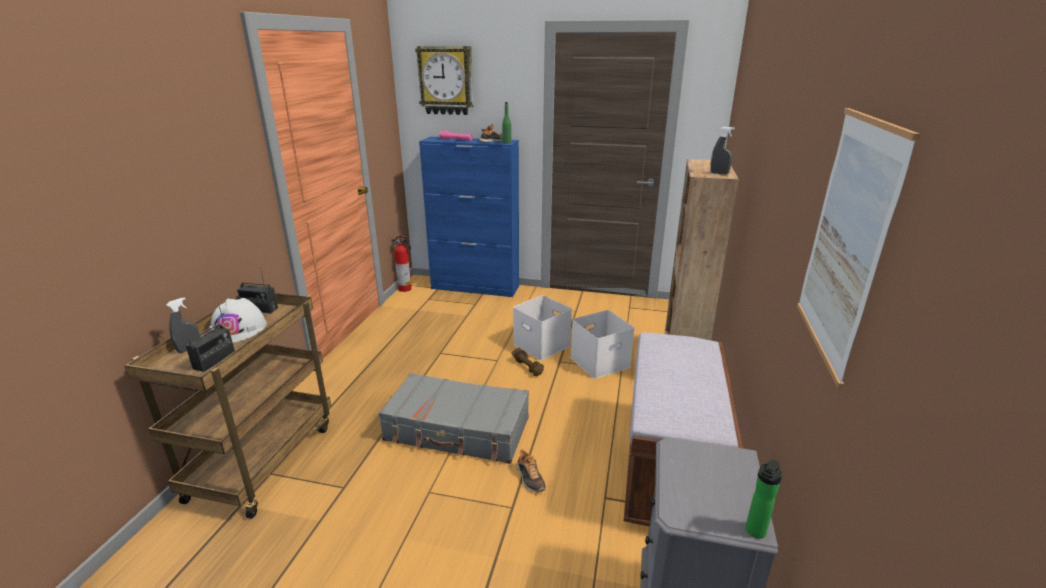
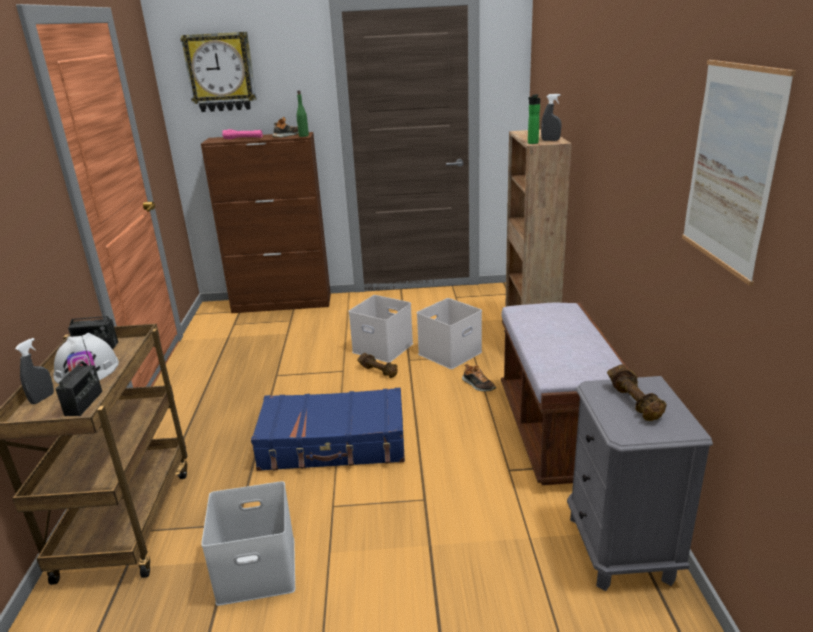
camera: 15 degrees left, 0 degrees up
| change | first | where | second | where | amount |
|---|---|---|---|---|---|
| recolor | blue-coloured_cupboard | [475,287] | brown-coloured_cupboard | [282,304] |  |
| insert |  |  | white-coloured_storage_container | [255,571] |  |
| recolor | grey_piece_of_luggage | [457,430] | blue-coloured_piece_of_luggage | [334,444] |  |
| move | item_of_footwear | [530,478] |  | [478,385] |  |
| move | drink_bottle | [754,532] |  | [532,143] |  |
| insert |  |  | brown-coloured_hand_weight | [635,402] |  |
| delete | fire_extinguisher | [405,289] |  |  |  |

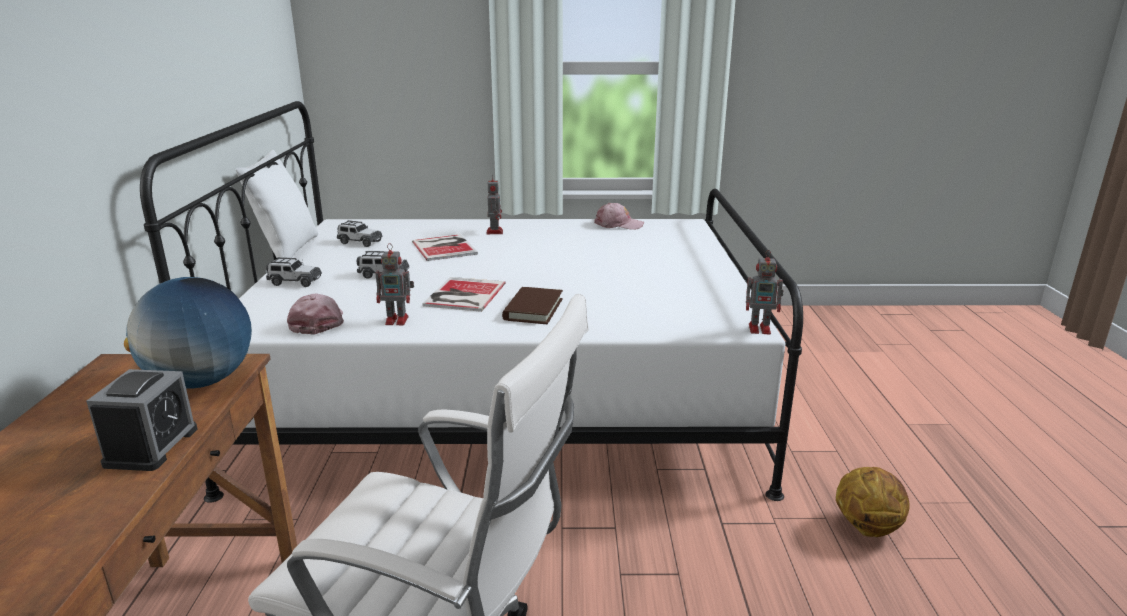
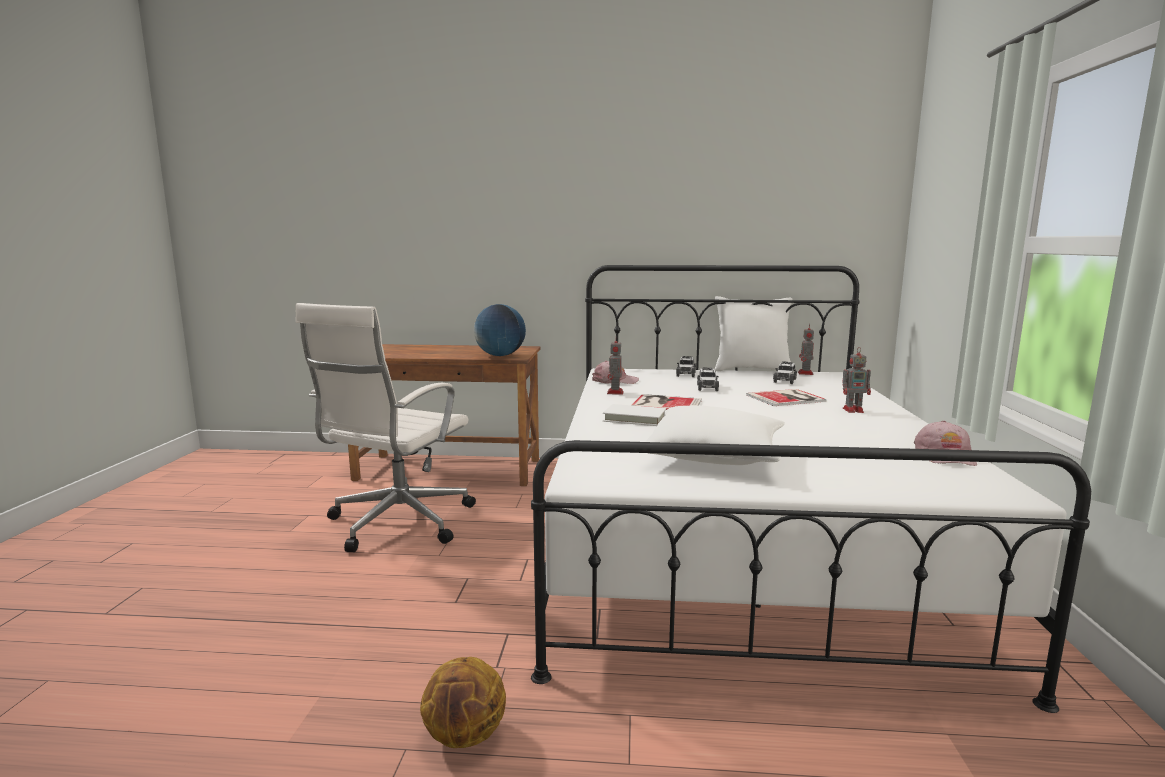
camera: 95 degrees right, 10 degrees down
| change | first | where | second | where | amount |
|---|---|---|---|---|---|
| recolor | brown-coloured_book | [533,309] | white-coloured_book | [634,418] |  |
| insert |  |  | white-coloured_cushion | [714,456] |  |
| move | robot_figure | [761,329] |  | [805,373] |  |
| delete | bedside_clock | [151,446] |  |  |  |

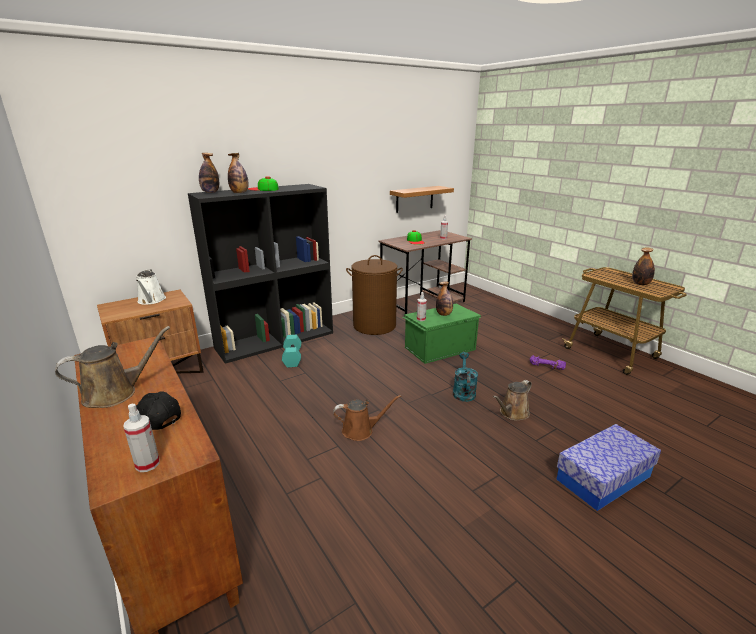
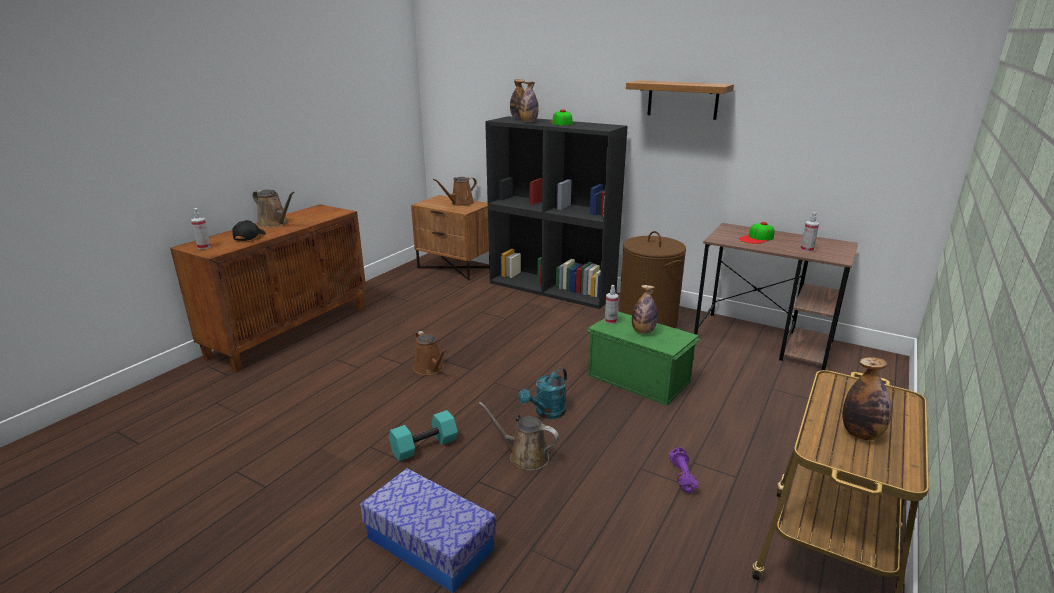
camera: 65 degrees right, 0 degrees up
| change | first | where | second | where | amount |
|---|---|---|---|---|---|
| move | turquoise_hand_weight | [292,357] |  | [424,445] |  |
| recolor | white-coloured_watering_can | [151,300] | brown-coloured_watering_can | [460,203] |  |
| rotate | turquoise_watering_can | [463,391] |  | [547,413] | 150 degrees clockwise |
| move | bracket_shelf | [414,199] |  | [682,99] |  |

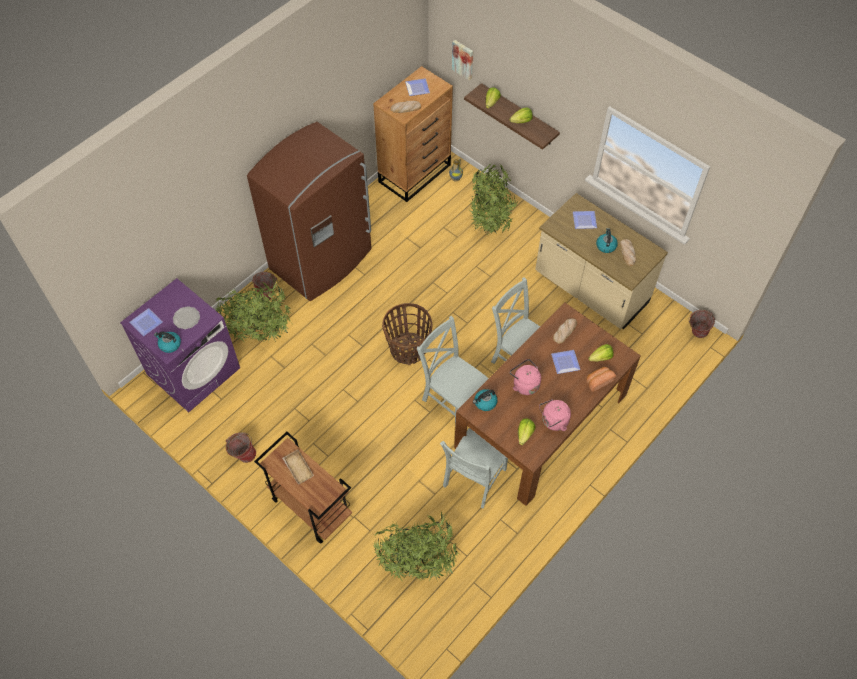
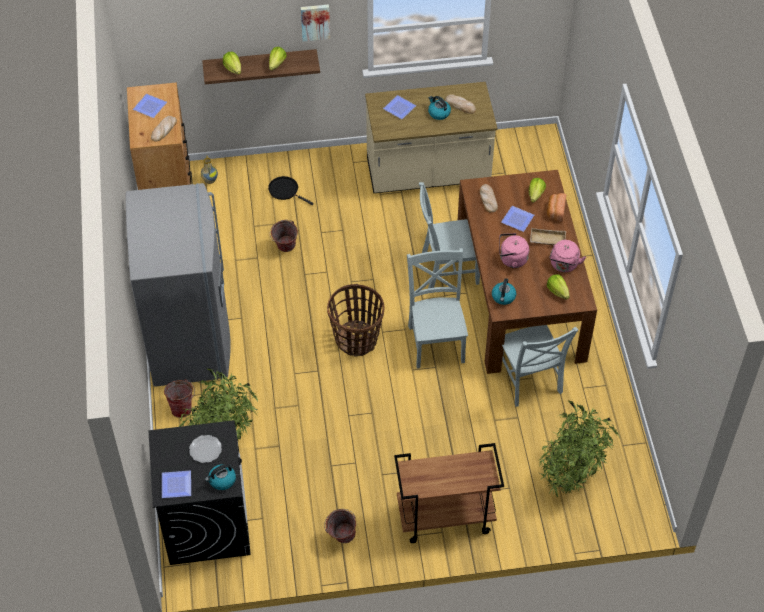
camera: 50 degrees left, 5 degrees down
| change | first | where | second | where | amount |
|---|---|---|---|---|---|
| recolor | brown-coloured_fridge | [322,260] | grey_fridge | [190,339] |  |
| recolor | purplish_laundry_machine | [194,371] | blackish_laundry_machine | [207,522] |  |
| replace | houseplant | [489,222] | blackish_pan | [285,190] |  |
| move | bucket | [696,333] |  | [284,248] |  |
| move | wall_art | [463,59] |  | [315,21] |  |
| rotate | grey_plain_chair | [452,397] |  | [436,341] | 90 degrees clockwise |
| move | beige_serving_tray | [297,468] |  | [547,240] |  |

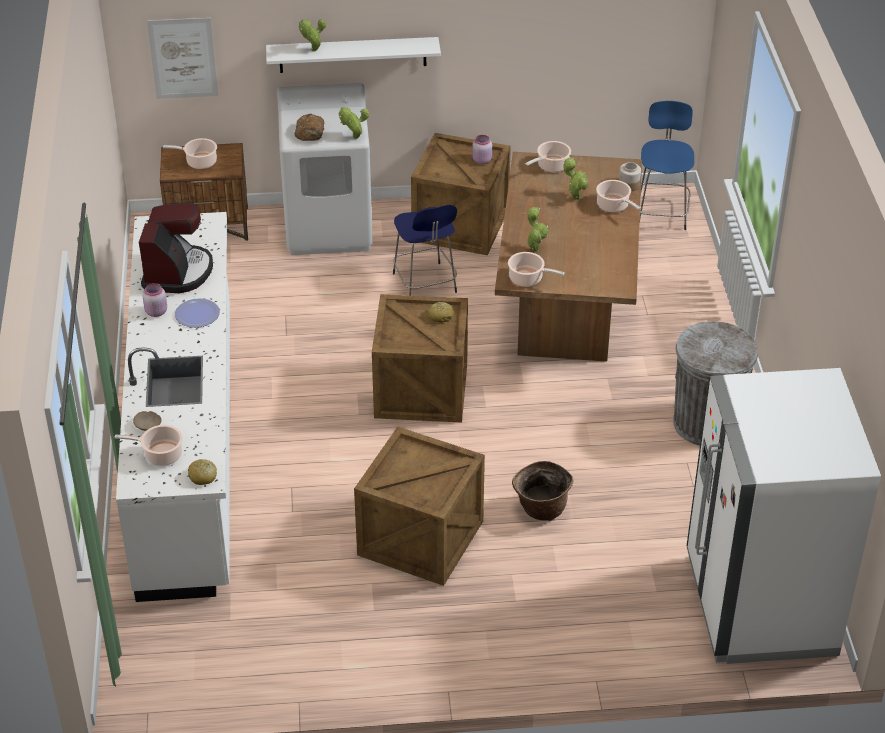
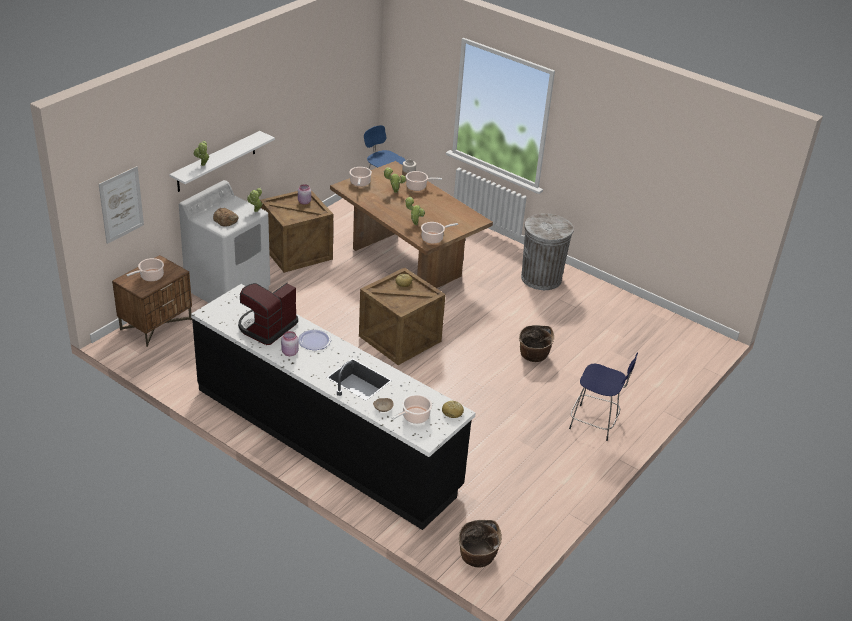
camera: 50 degrees left, 5 degrees down
| change | first | where | second | where | amount |
|---|---|---|---|---|---|
| recolor | white-coloured_kitchen_counter | [189,445] | blackish_kitchen_counter | [326,438] |  |
| rotate | coffee_machine | [177,272] |  | [266,327] | 105 degrees counterclockwise |
| insert |  |  | household_basket | [477,558] |  |
| move | blue-coloured_stool | [425,284] |  | [595,423] |  |
| delete | packing_crate | [422,537] |  |  |  |
| delete | white-coloured_fridge | [759,604] |  |  |  |

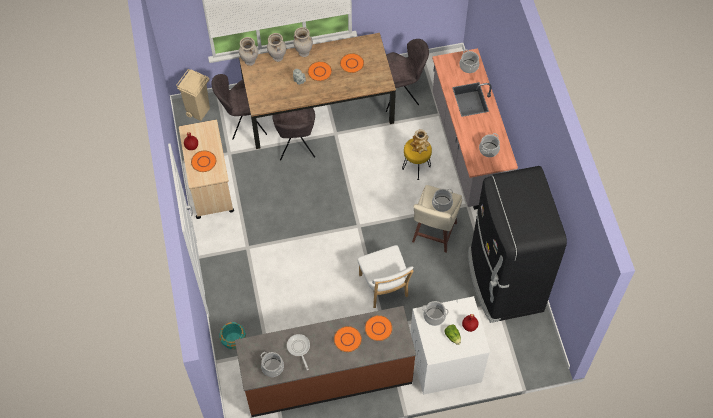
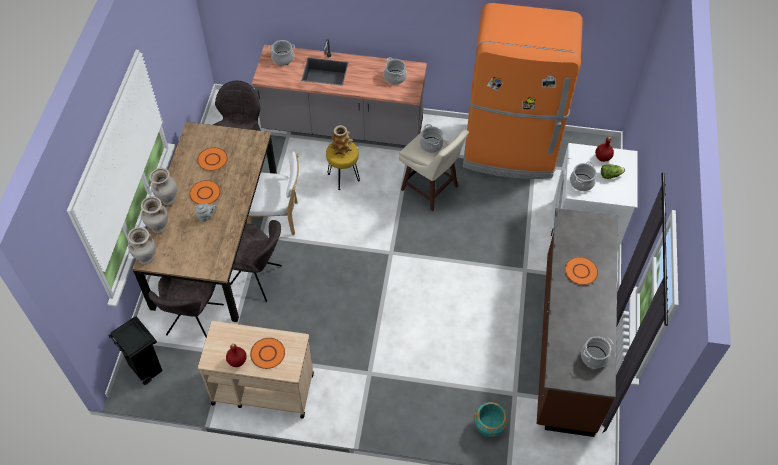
camera: 70 degrees left, 5 degrees down
| change | first | where | second | where | amount |
|---|---|---|---|---|---|
| recolor | beige_rubbish_bin | [199,111] | blackish_rubbish_bin | [147,369] |  |
| move | white-coloured_plain_chair | [384,288] |  | [276,218] |  |
| recolor | blackish_fridge | [504,281] | orangey_fridge | [510,151] |  |
| delete | pan | [299,348] |  |  |  |
| delete | orangey_plate | [378,328] |  |  |  |

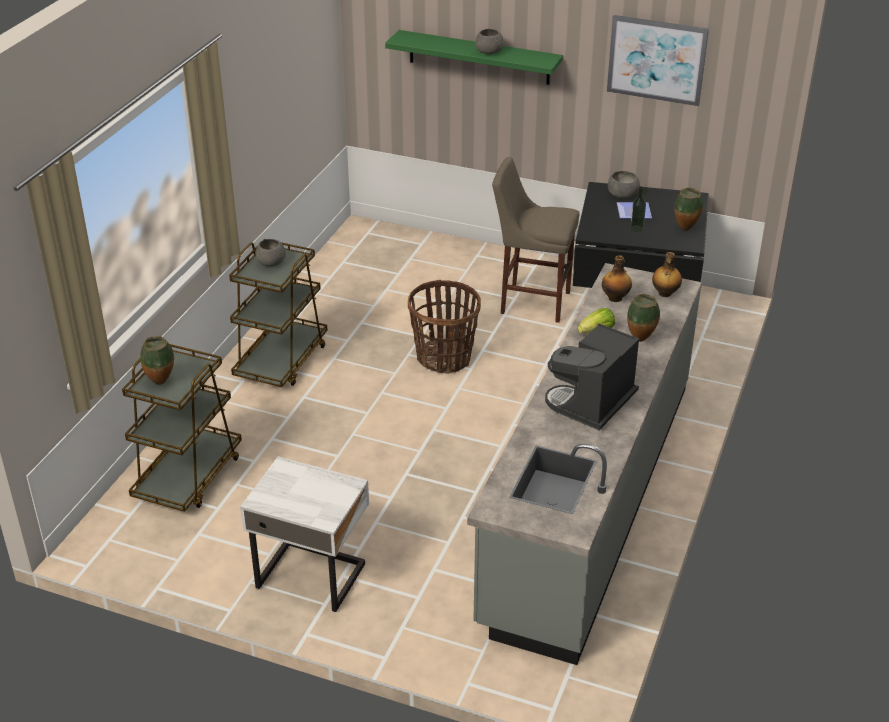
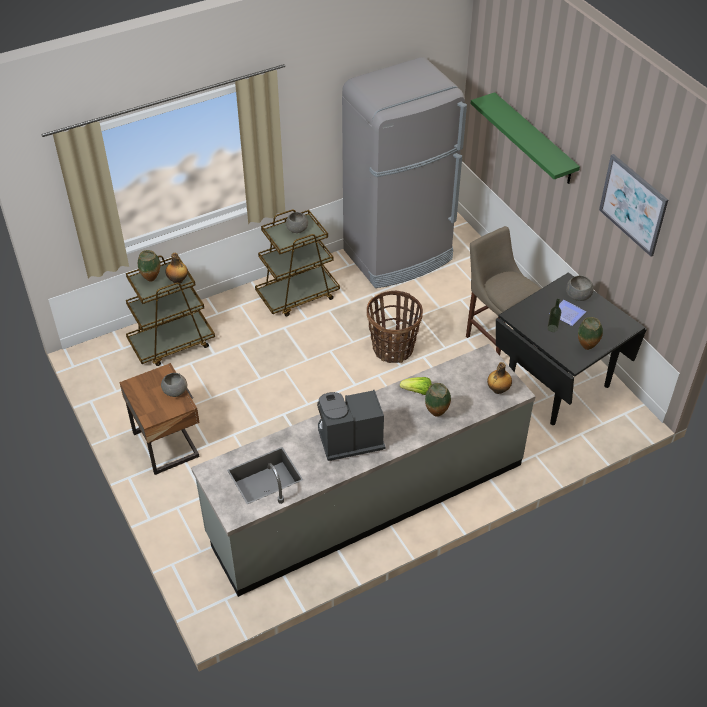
camera: 40 degrees right, 10 degrees up
| change | first | where | second | where | amount |
|---|---|---|---|---|---|
| recolor | white-coloured_nightstand | [311,574] | brown-coloured_nightstand | [168,444] |  |
| move | grey_serving_bowl | [488,52] |  | [174,391] |  |
| move | drink_bottle | [615,298] |  | [178,280] |  |
| insert |  |  | grey_fridge | [399,256] |  |

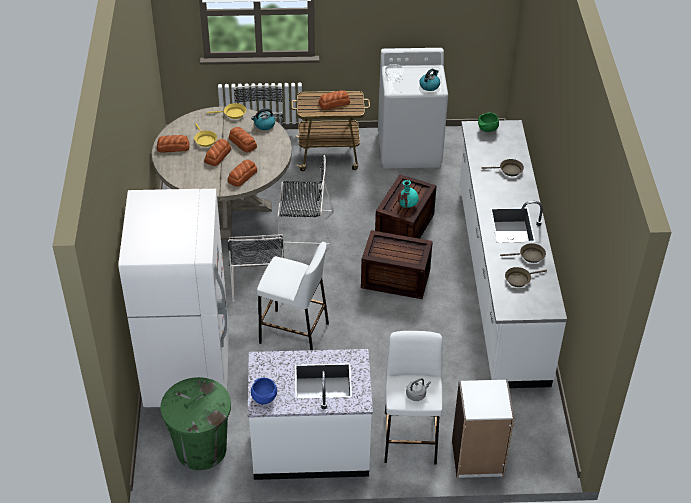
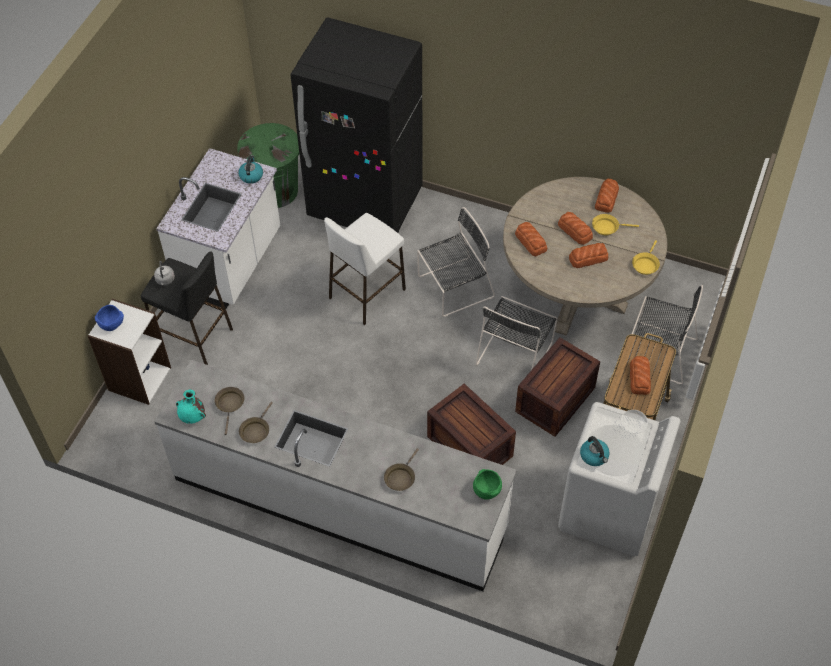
camera: 115 degrees right, 10 degrees up
| change | first | where | second | where | amount |
|---|---|---|---|---|---|
| move | blue-coloured_serving_bowl | [263,398] |  | [112,324] |  |
| recolor | white-coloured_stool | [410,437] | blackish_stool | [194,337] |  |
| move | turquoise_flower_vase | [407,205] |  | [193,417] |  |
| move | tea_kettle | [264,125] |  | [251,175] |  |
| recolor | white-coloured_fridge | [187,371] | blackish_fridge | [365,204] |  |
| rotate | blackish_plain_chair | [258,280] |  | [453,287] | 135 degrees clockwise |
| move | packing_crate | [396,279] |  | [554,400] |  |

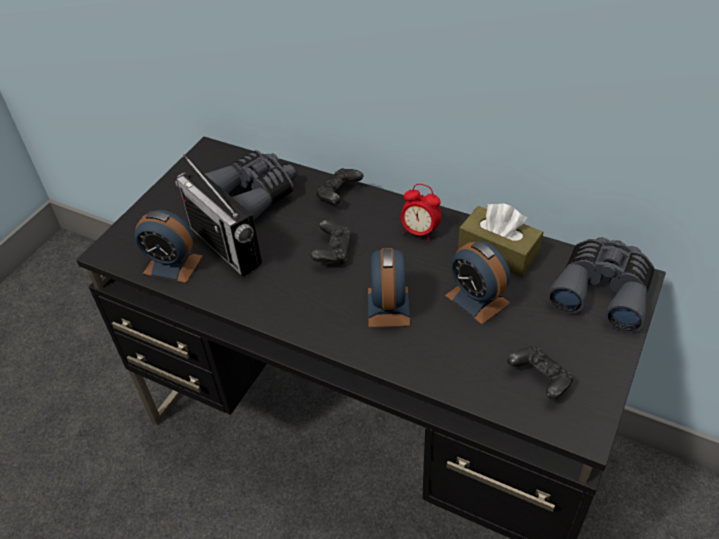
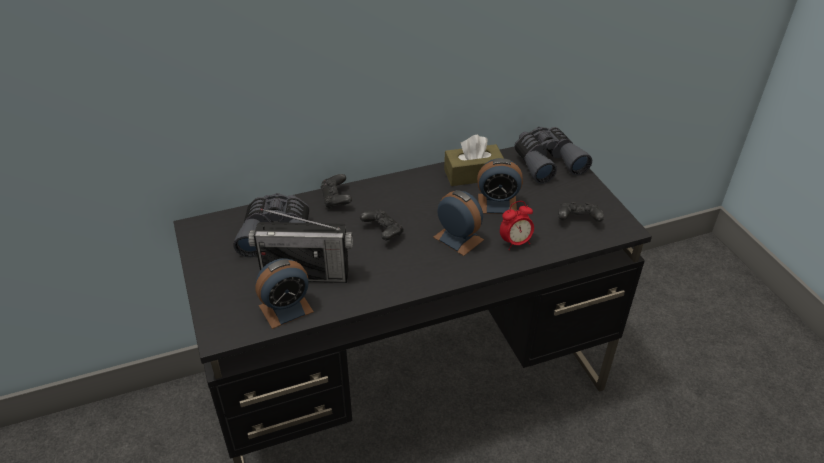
camera: 50 degrees left, 5 degrees down
| change | first | where | second | where | amount |
|---|---|---|---|---|---|
| move | bedside_clock | [419,232] |  | [515,242] |  |

